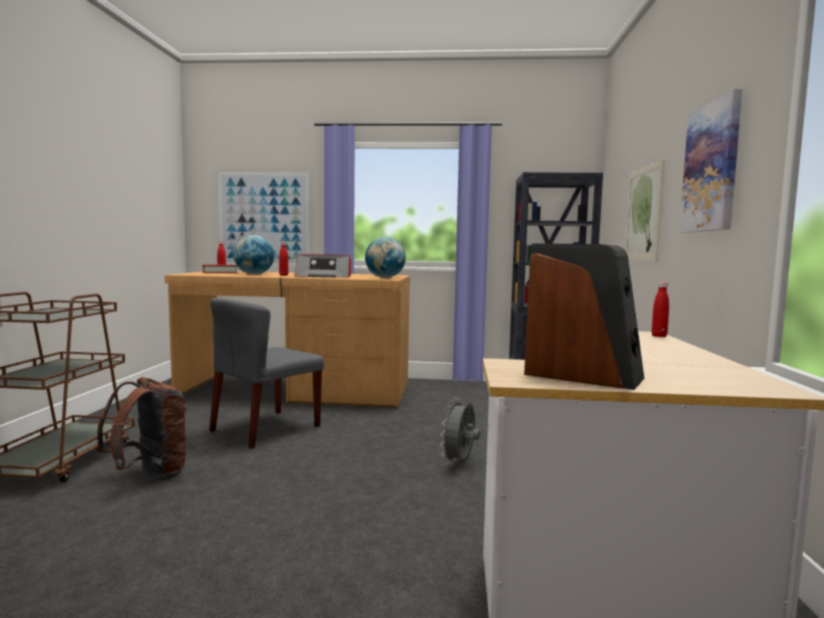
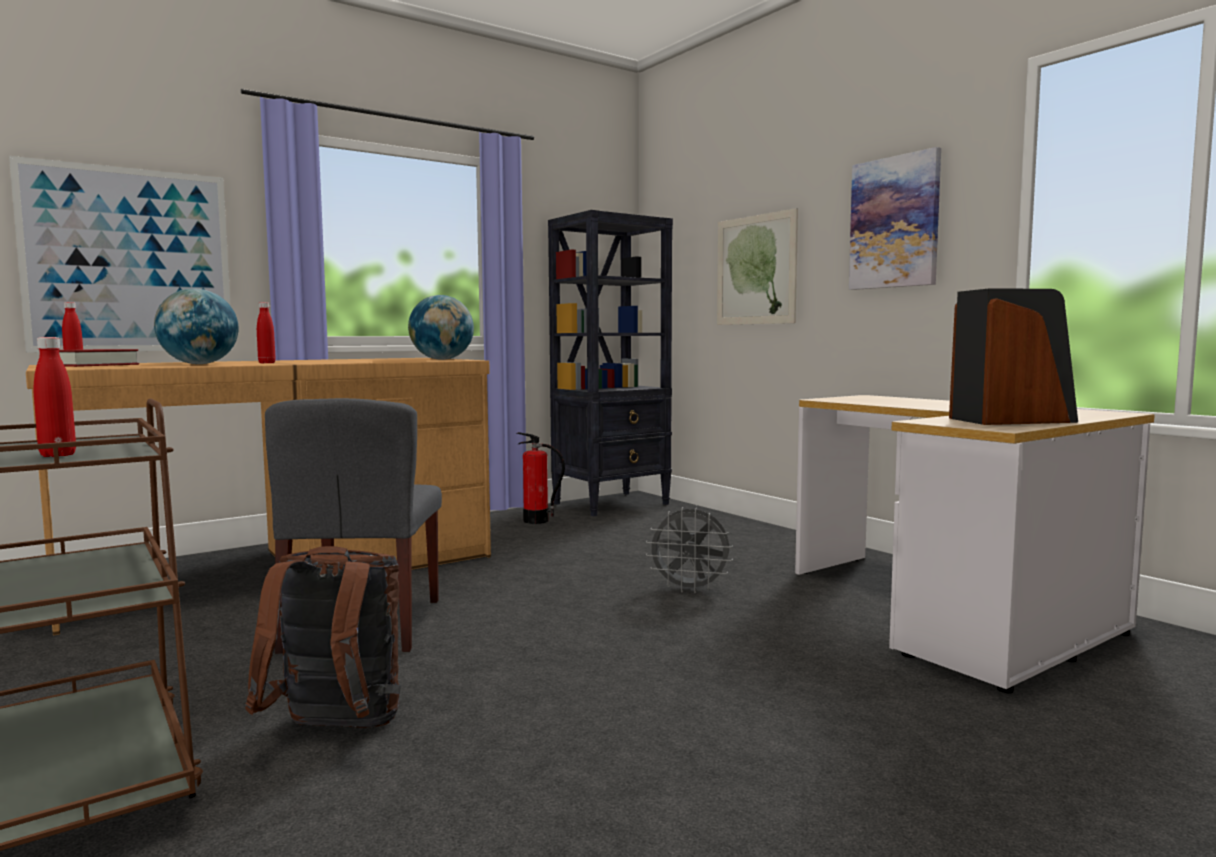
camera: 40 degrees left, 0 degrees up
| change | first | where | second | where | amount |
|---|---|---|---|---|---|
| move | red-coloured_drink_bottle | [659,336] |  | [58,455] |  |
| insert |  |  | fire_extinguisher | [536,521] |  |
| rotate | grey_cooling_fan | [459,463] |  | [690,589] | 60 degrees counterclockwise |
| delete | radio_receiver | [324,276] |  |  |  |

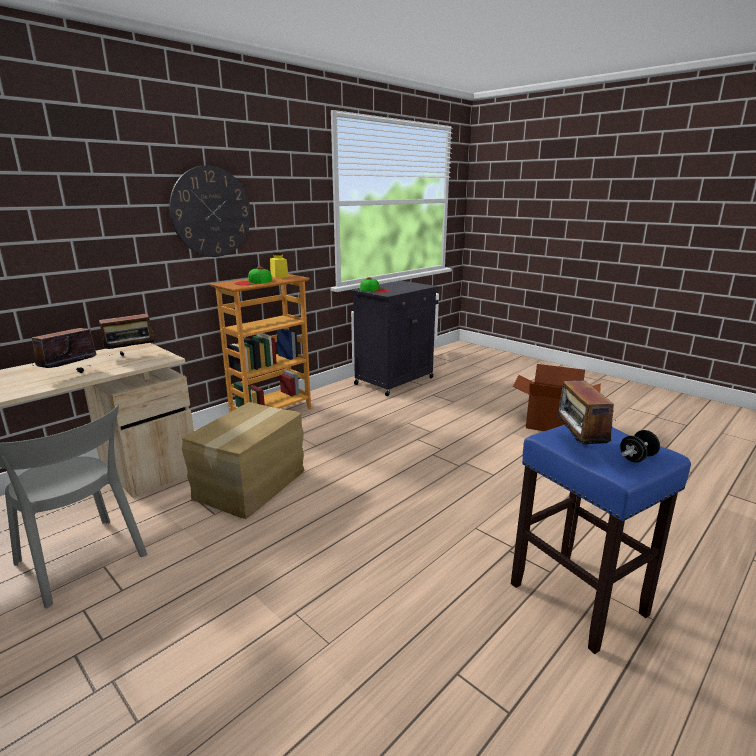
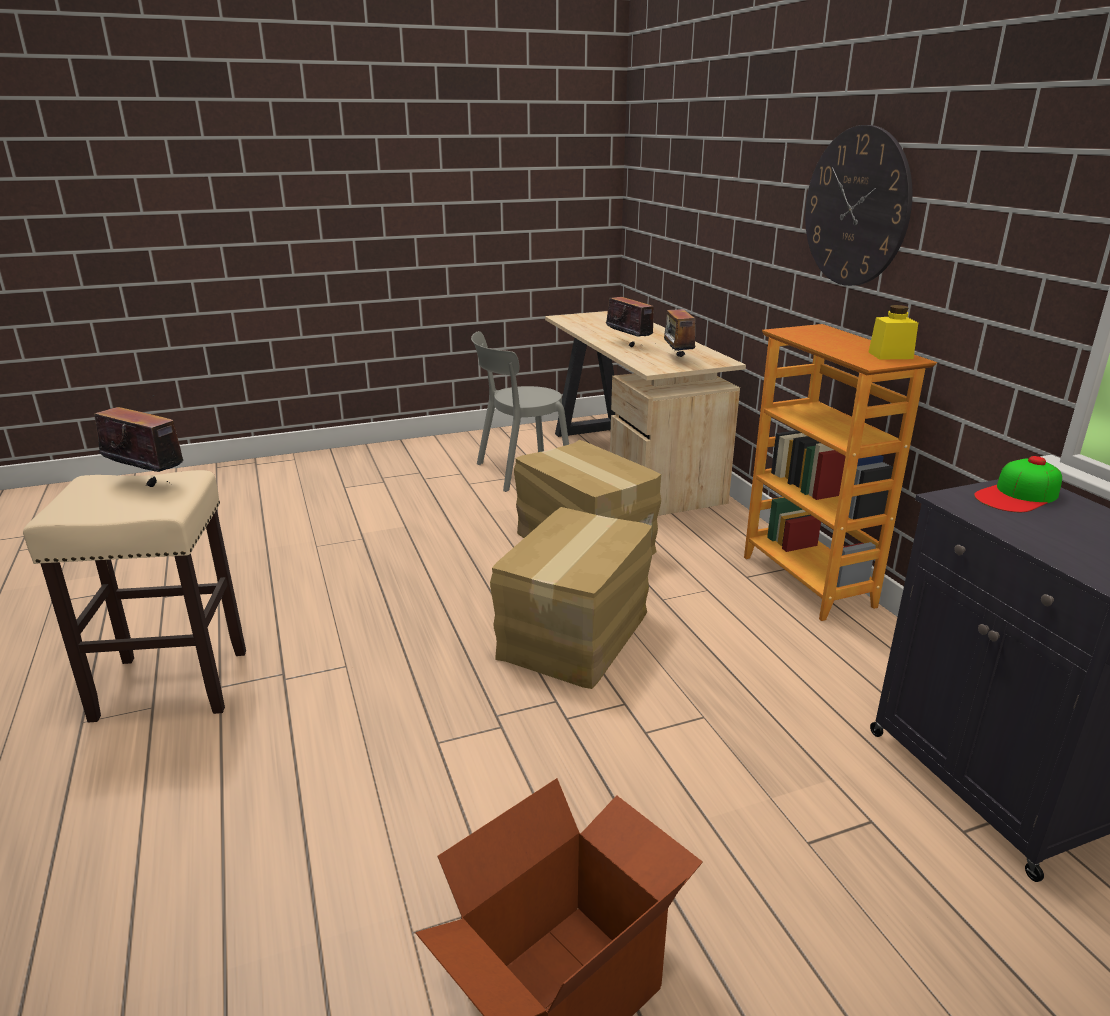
camera: 115 degrees right, 5 degrees up
| change | first | where | second | where | amount |
|---|---|---|---|---|---|
| recolor | blue-coloured_stool | [579,600] | beige_stool | [169,685] |  |
| insert |  |  | packing_box | [576,635] |  |
| delete | peaked_cap | [254,282] |  |  |  |
| delete | blackish_hand_weight | [637,458] |  |  |  |

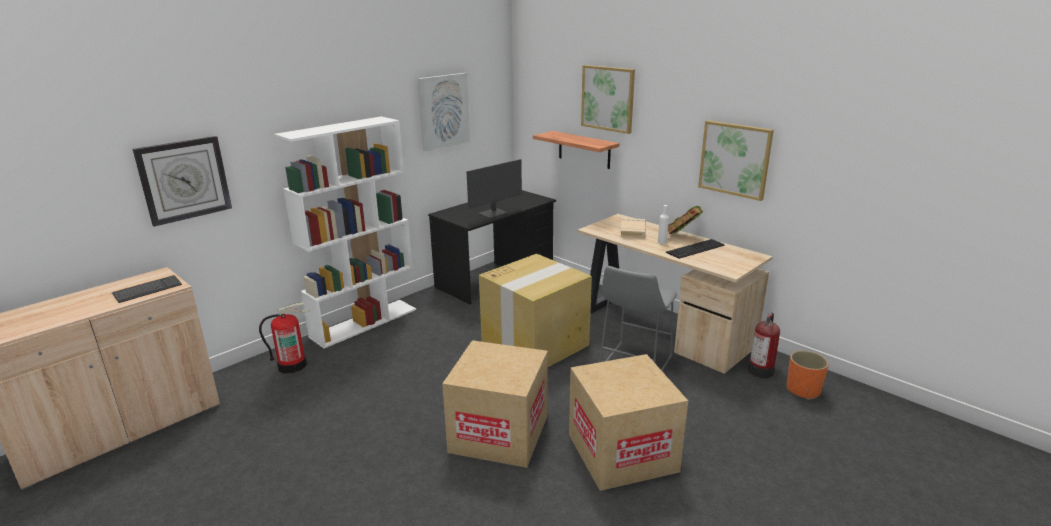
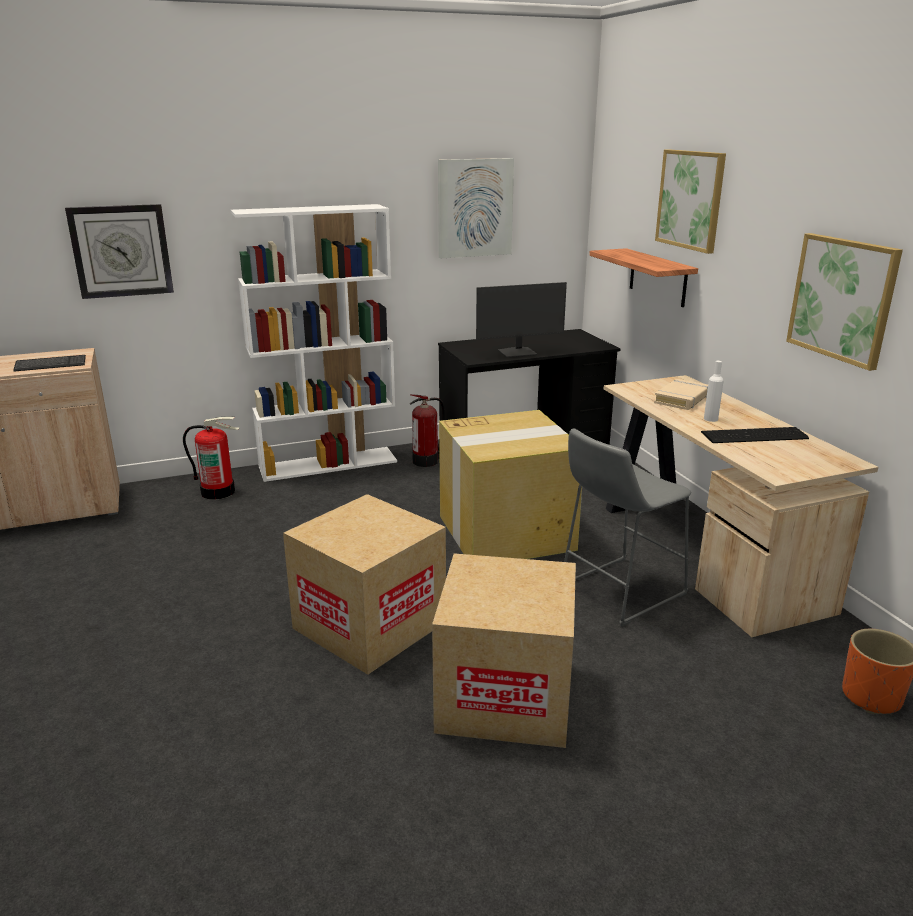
camera: 25 degrees right, 0 degrees up
| change | first | where | second | where | amount |
|---|---|---|---|---|---|
| move | fire_extinguisher | [761,370] |  | [427,461] |  |
| delete | book | [682,236] |  |  |  |

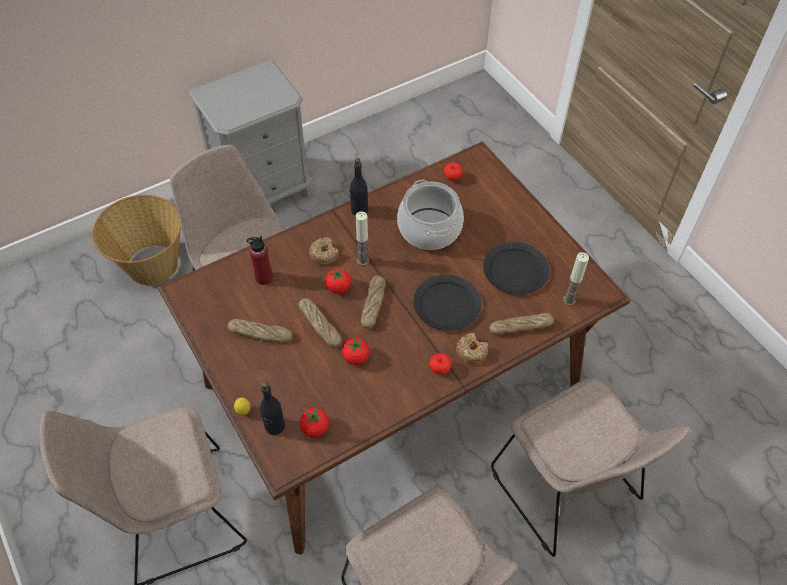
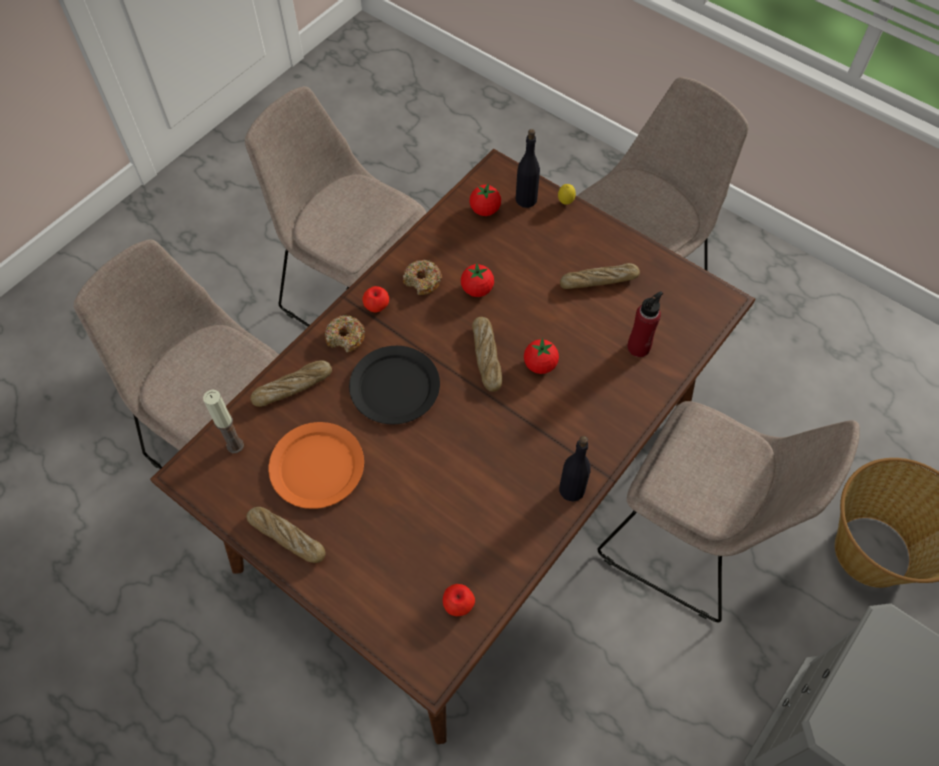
camera: 160 degrees right, 5 degrees up
| change | first | where | second | where | amount |
|---|---|---|---|---|---|
| move | bakery_bread | [320,325] |  | [286,537] |  |
| recolor | blackish_plate | [515,270] | orangey_plate | [318,466] |  |
| move | ring_doughnut | [324,254] |  | [422,281] |  |
| delete | wax_candle | [363,260] |  |  |  |
| delete | saucepot | [430,229] |  |  |  |

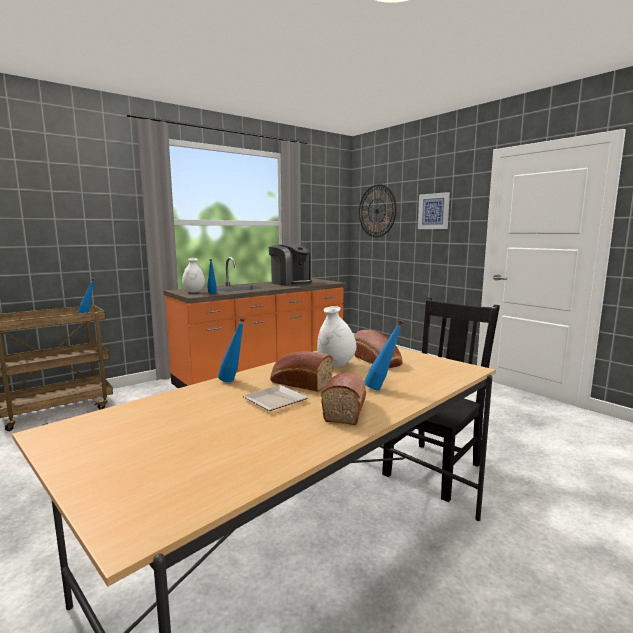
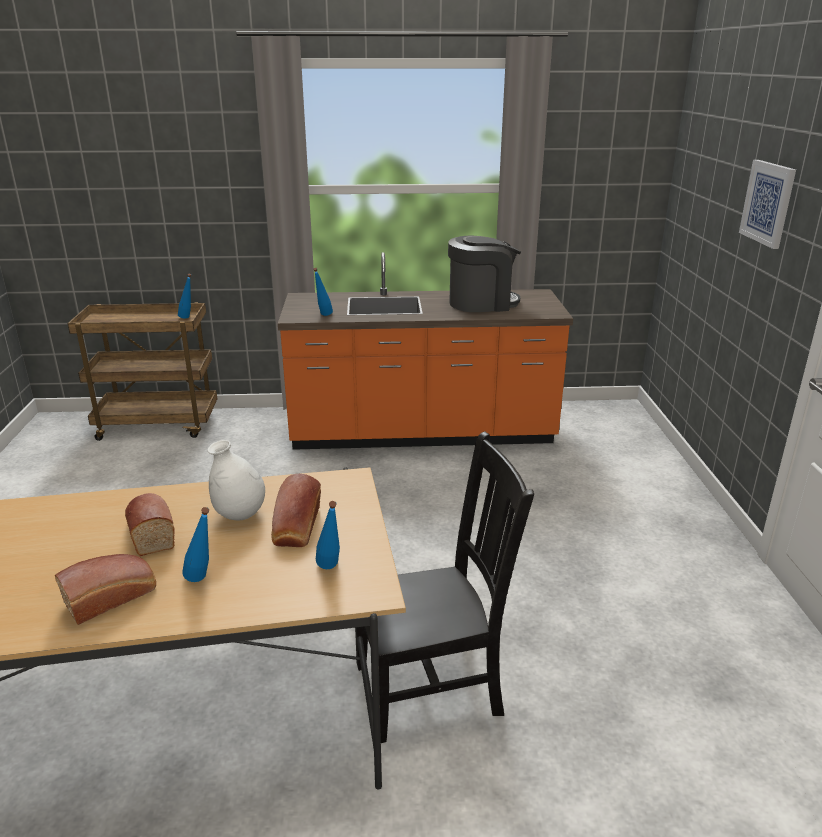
camera: 35 degrees right, 15 degrees up
| change | first | where | second | where | amount |
|---|---|---|---|---|---|
| move | blue-coloured_drink_bottle | [233,382] |  | [331,570] |  |
| rotate | coffee_machine | [291,283] |  | [482,303] | 90 degrees counterclockwise |
| delete | white-coloured_flower_vase | [194,292] |  |  |  |
| delete | plate | [275,400] |  |  |  |
| delete | hanging_clock | [376,211] |  |  |  |

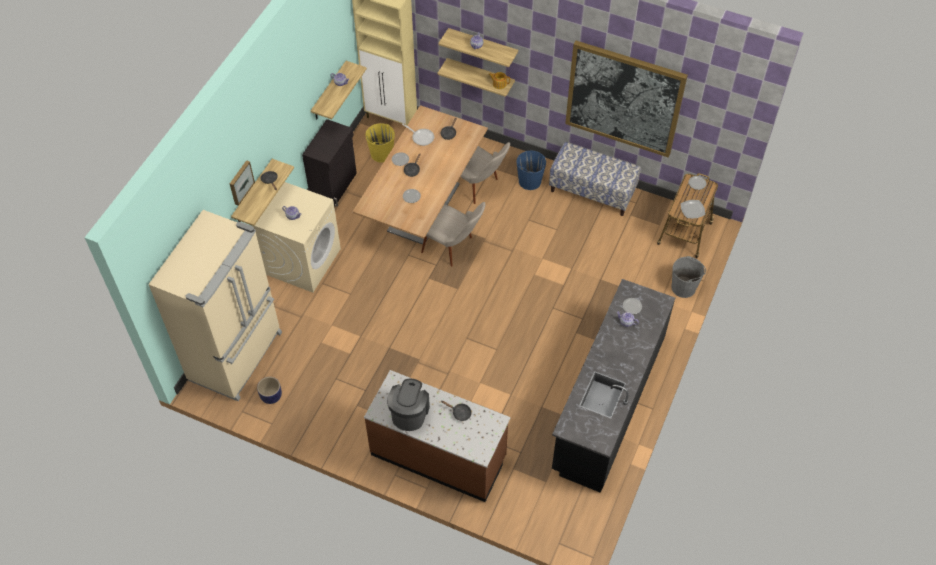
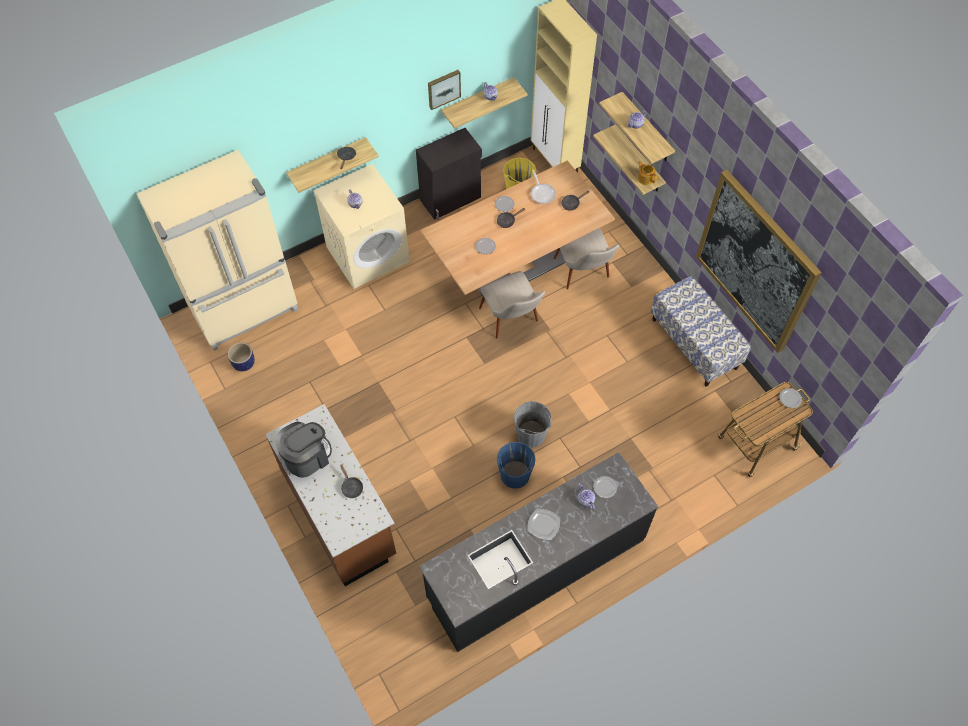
camera: 35 degrees right, 5 degrees up
| change | first | where | second | where | amount |
|---|---|---|---|---|---|
| move | wall_art | [240,182] |  | [443,88] |  |
| move | blue-coloured_bucket | [530,181] |  | [514,475] |  |
| move | grey_bucket | [683,287] |  | [531,435] |  |
| move | plate | [692,209] |  | [543,524] |  |

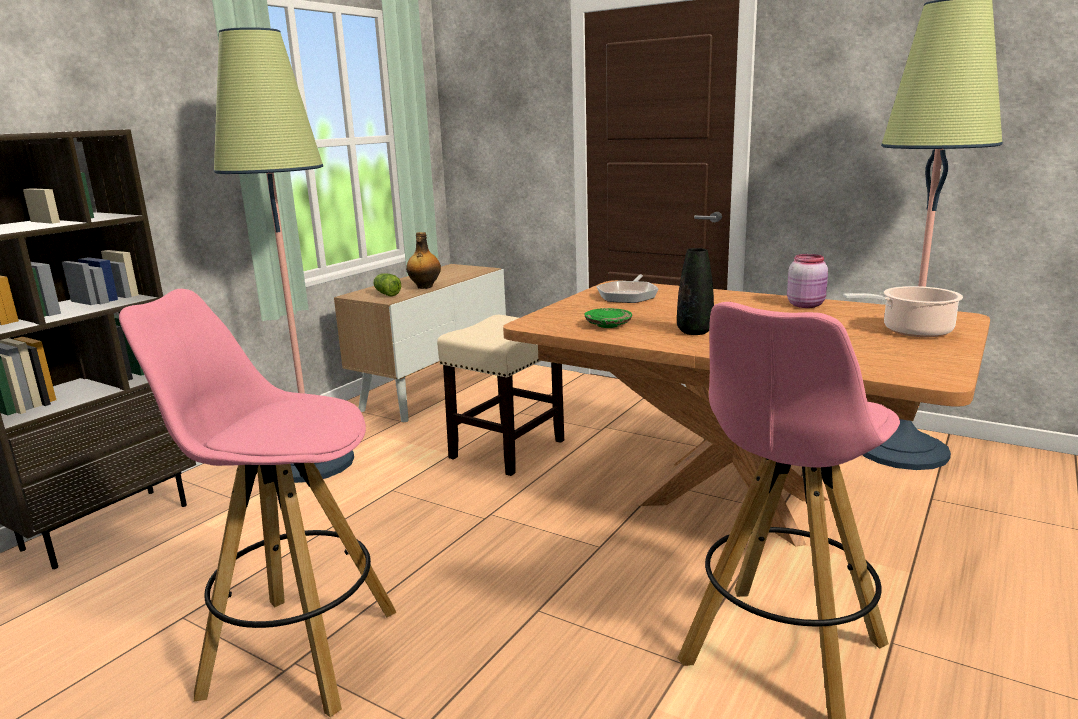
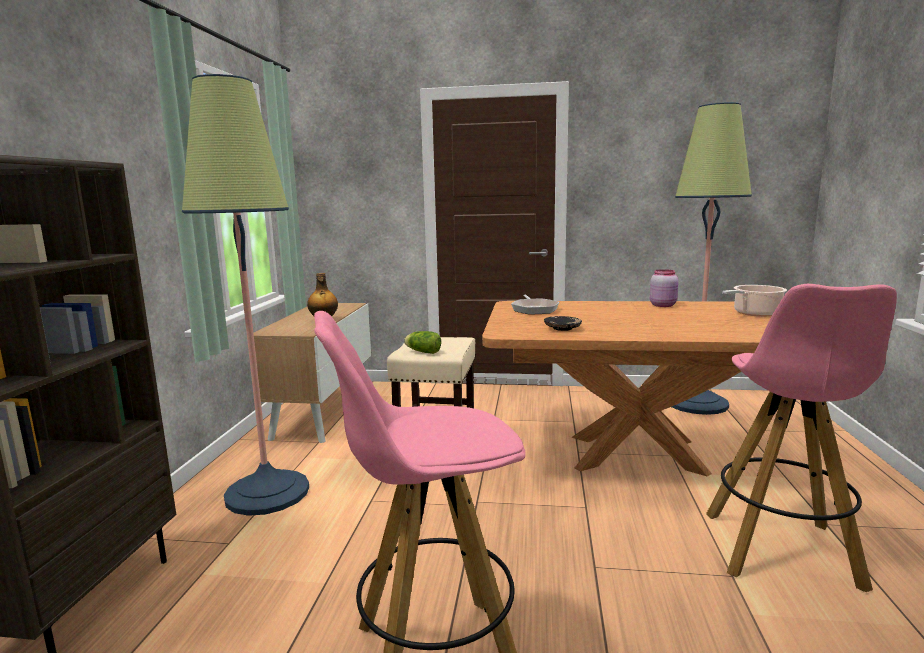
camera: 25 degrees left, 5 degrees down
| change | first | where | second | where | amount |
|---|---|---|---|---|---|
| move | lettuce | [386,294] |  | [422,351] |  |
| recolor | green-coloured_plate | [608,325] | blackish_plate | [562,328] |  |
| delete | blackish_flower_vase | [694,332] |  |  |  |

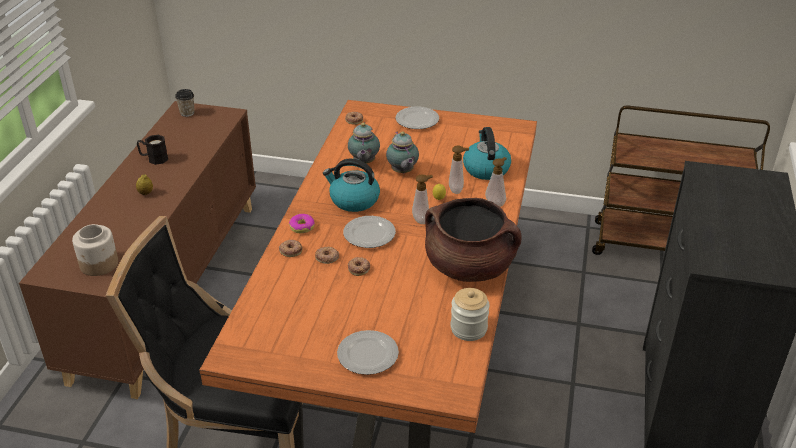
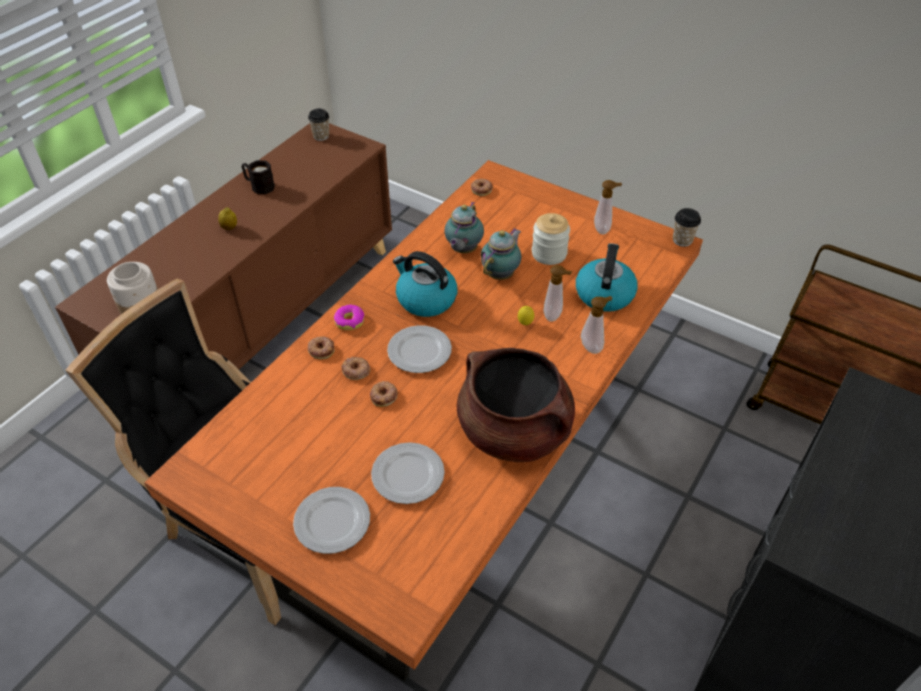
camera: 20 degrees right, 10 degrees up
| change | first | where | second | where | amount |
|---|---|---|---|---|---|
| move | plate | [417,120] |  | [408,475] |  |
| rotate | pot_for_tea | [402,172] |  | [501,274] | 150 degrees counterclockwise |
| move | jar | [468,329] |  | [549,254] |  |
| move | liquid_soap_bottle | [422,220] |  | [603,229] |  |
| insert |  |  | small_cup | [682,240] |  |

